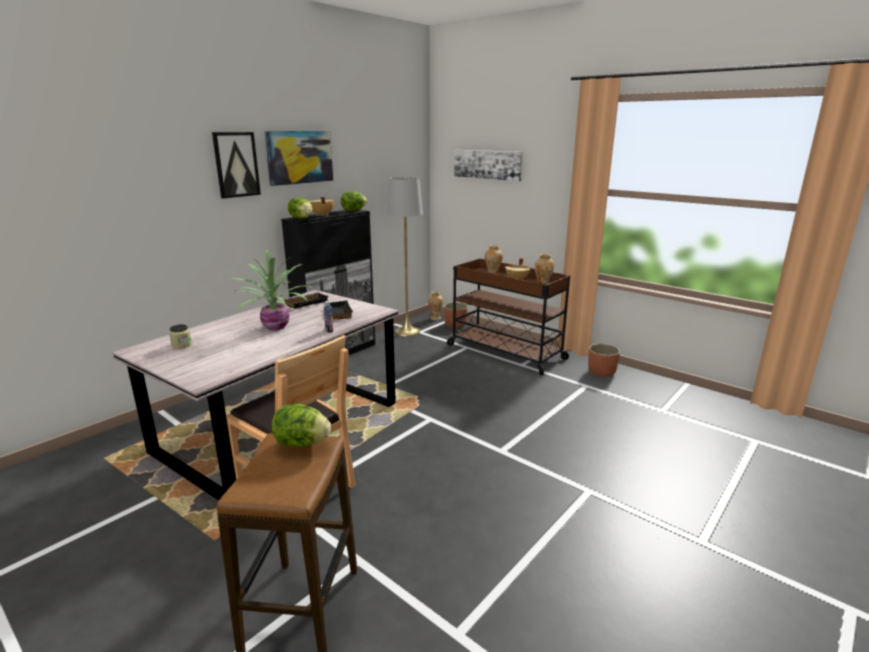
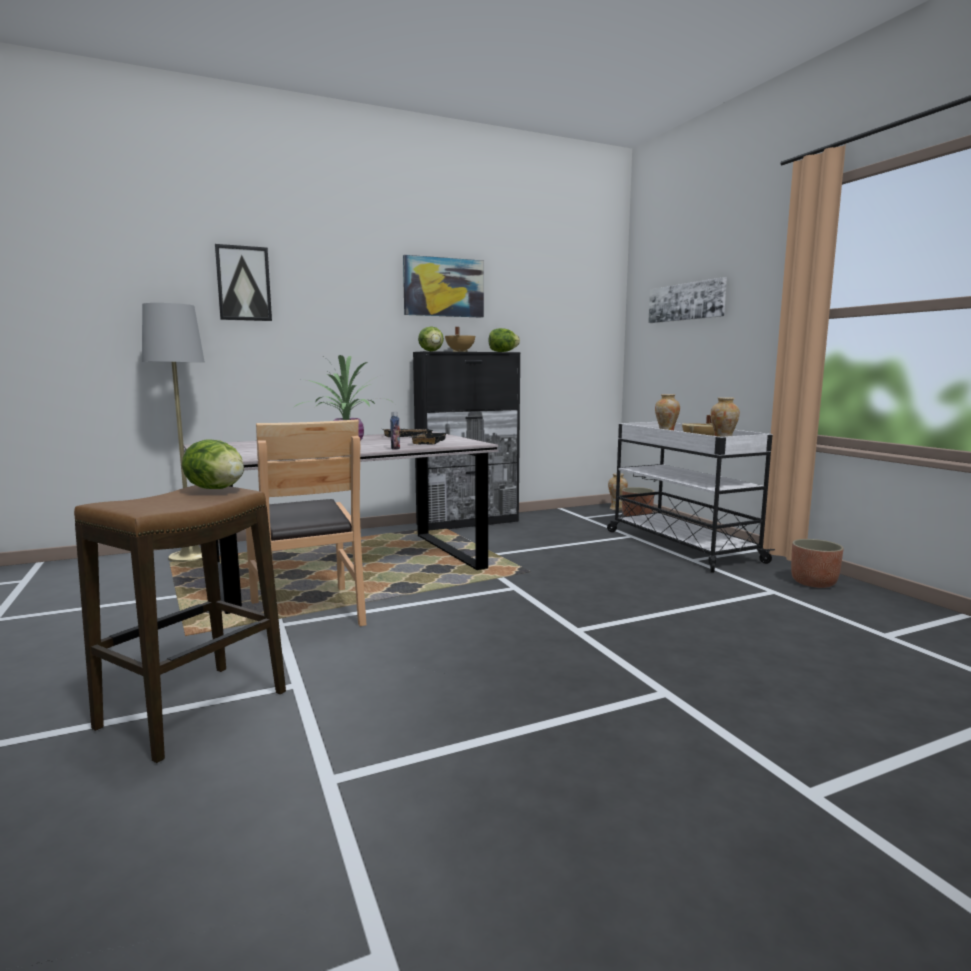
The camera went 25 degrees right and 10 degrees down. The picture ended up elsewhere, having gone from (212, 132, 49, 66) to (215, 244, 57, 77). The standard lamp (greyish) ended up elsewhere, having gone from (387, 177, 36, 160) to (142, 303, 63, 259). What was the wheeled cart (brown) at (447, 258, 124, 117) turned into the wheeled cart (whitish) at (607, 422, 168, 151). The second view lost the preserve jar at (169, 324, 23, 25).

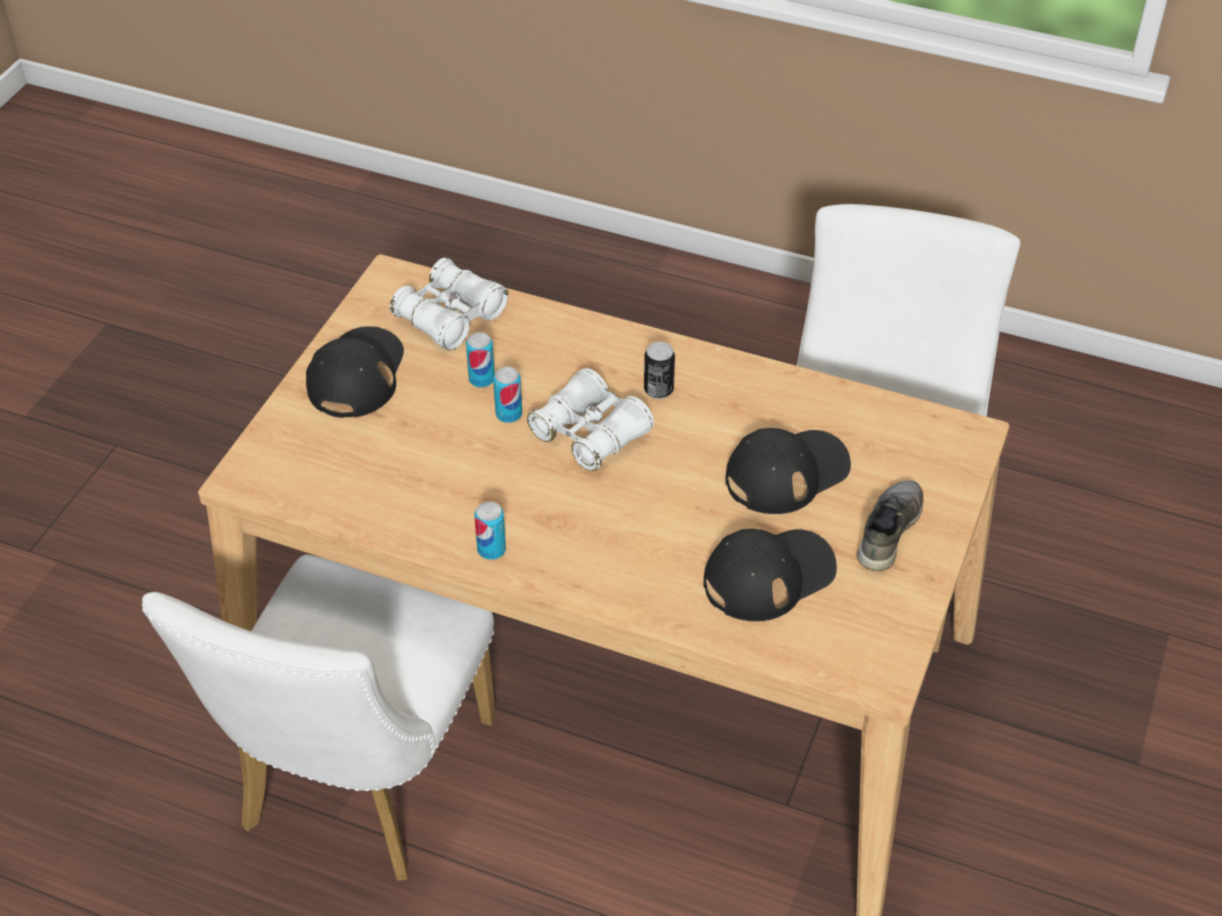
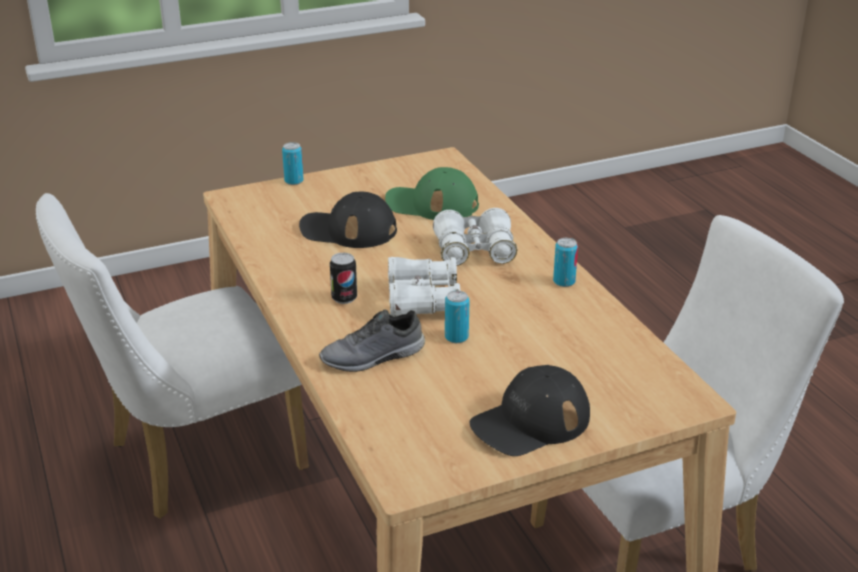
The camera went 135 degrees left and 15 degrees down. The field glasses (whitish) ended up elsewhere, having gone from (390, 257, 118, 93) to (433, 208, 84, 58). The sealed can ended up elsewhere, having gone from (466, 332, 29, 56) to (282, 142, 21, 43). The item of footwear (greyish) ended up elsewhere, having gone from (857, 480, 66, 91) to (319, 310, 106, 62). What was the baseball cap (black) at (704, 529, 133, 92) turned into the baseball cap (green-coloured) at (385, 167, 94, 53).

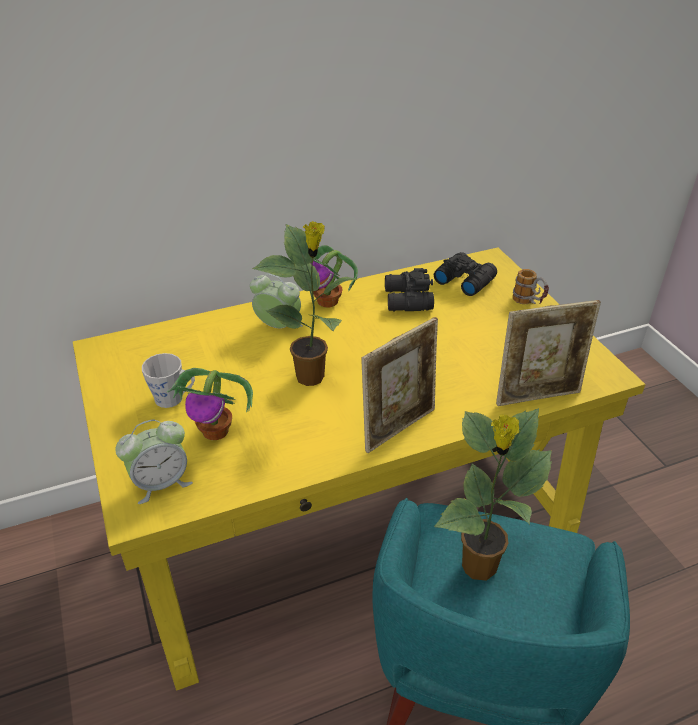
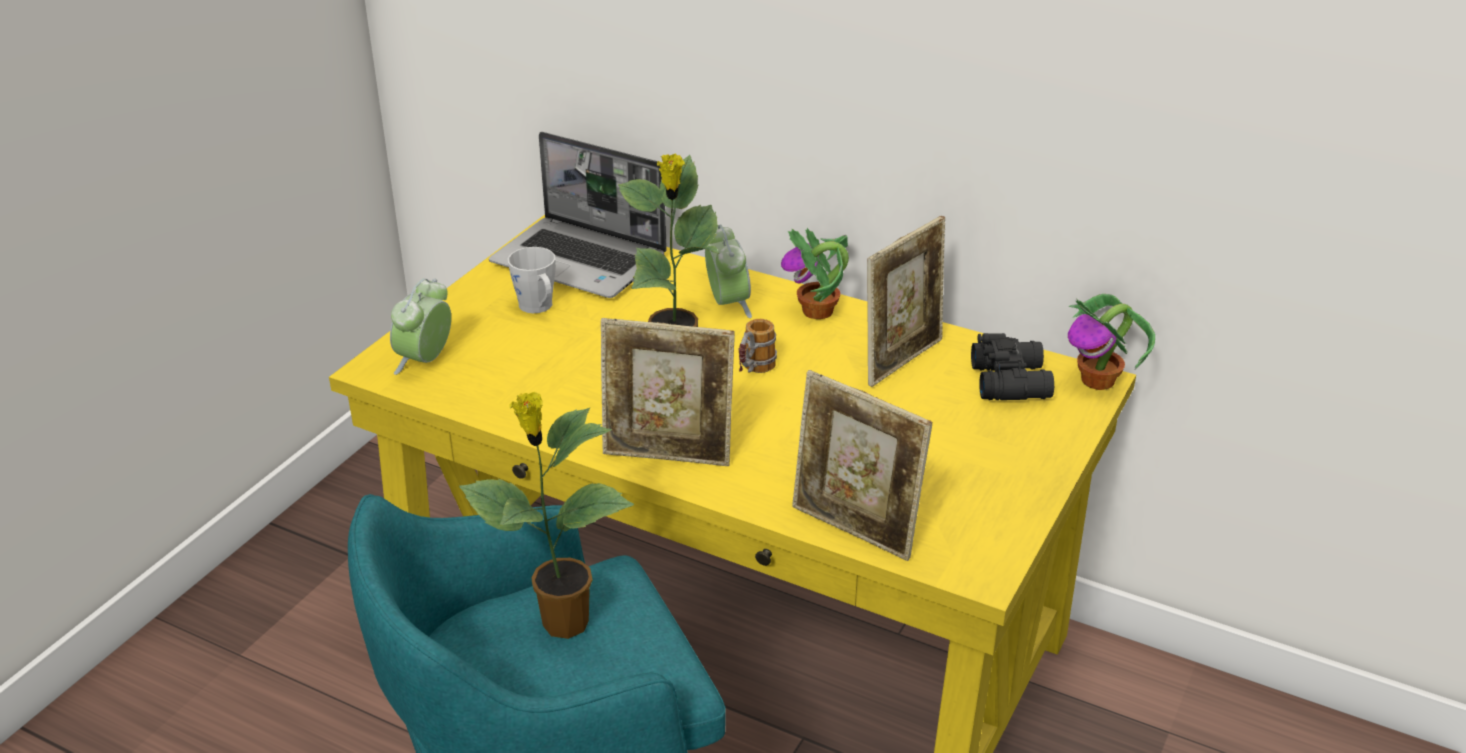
The camera went 50 degrees right and 5 degrees down. Where the field glasses (black) stood at (385, 268, 49, 43), the picture frame came to stand at (867, 216, 78, 171). The tea mug ended up elsewhere, having gone from (513, 269, 36, 35) to (738, 319, 39, 54). The houseplant ended up elsewhere, having gone from (167, 368, 86, 72) to (1068, 294, 87, 96). The bedside clock at (115, 420, 78, 84) ended up facing another way, 90 degrees clockwise from before. The second view gained the laptop at (489, 132, 178, 166).

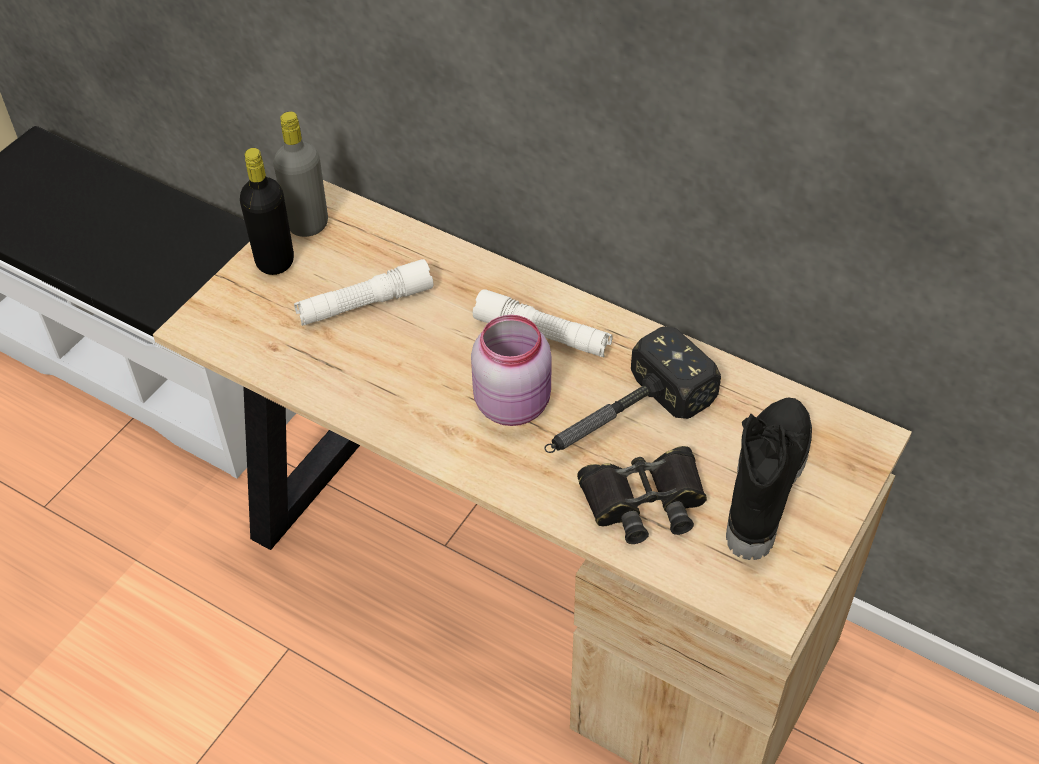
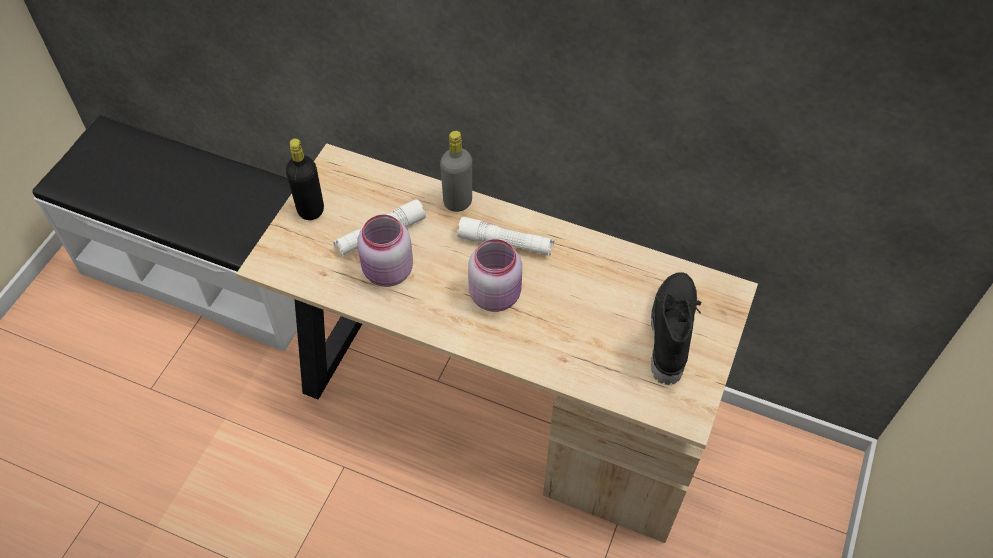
The camera went 10 degrees left and 5 degrees up. The beverage bottle (greyish) ended up elsewhere, having gone from (273, 112, 55, 125) to (440, 131, 32, 81). The second view lost the tool hammer at (544, 326, 177, 127). The second view lost the field glasses (black) at (577, 446, 130, 98). The second view gained the preserve jar (pink) at (357, 215, 56, 72).

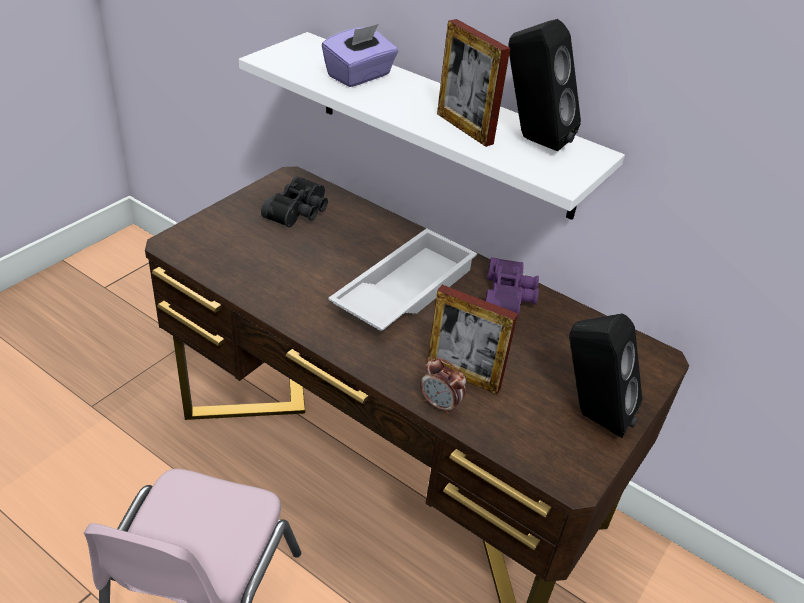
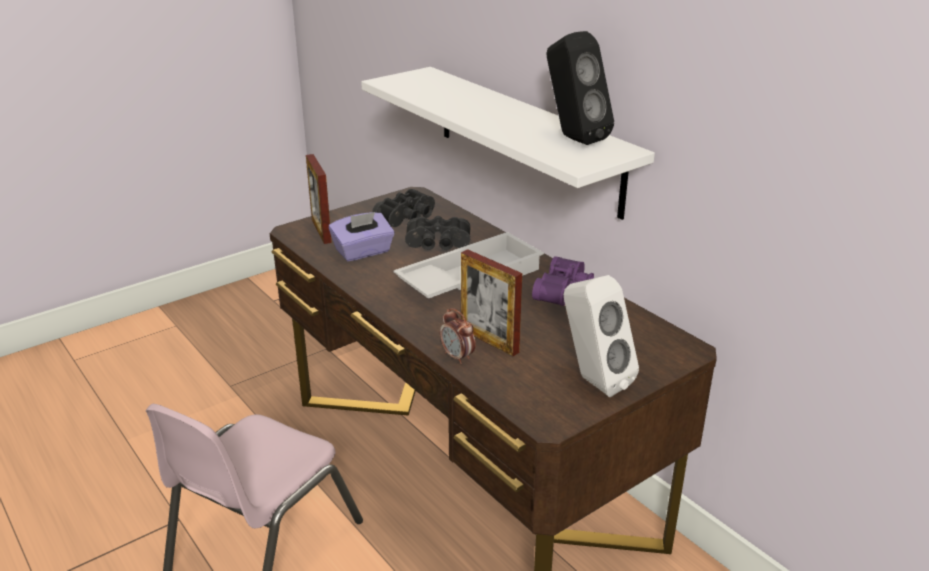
The camera went 20 degrees right and 10 degrees down. The picture frame ended up elsewhere, having gone from (437, 19, 73, 128) to (306, 154, 26, 90). The tissue box (purple-coloured) ended up elsewhere, having gone from (322, 24, 76, 63) to (329, 212, 66, 50). What was the audio speaker (black) at (569, 314, 73, 124) turned into the audio speaker (whitish) at (564, 275, 75, 122). The second view gained the field glasses (black) at (405, 216, 65, 34).

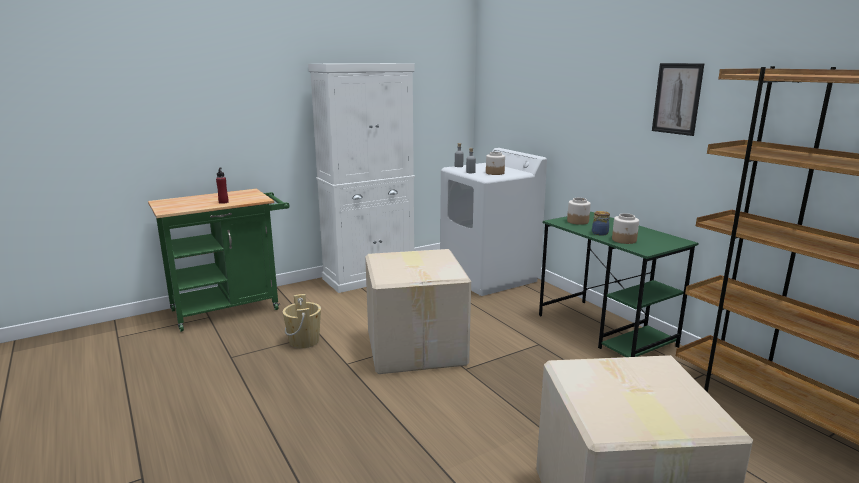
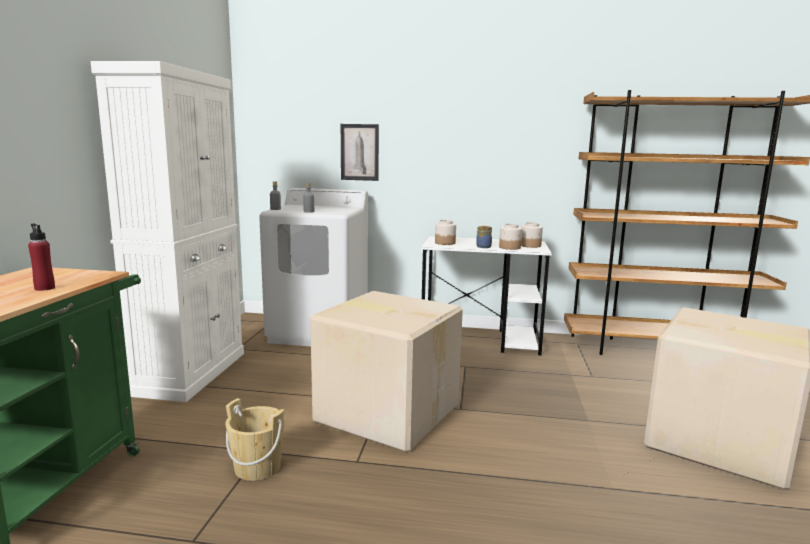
The camera went 50 degrees left and 5 degrees down. The picture ended up elsewhere, having gone from (652, 63, 53, 73) to (341, 124, 38, 57). The preserve jar ended up elsewhere, having gone from (486, 152, 19, 23) to (521, 222, 22, 26). What was the desk table (green-coloured) at (539, 212, 159, 145) turned into the desk table (whitish) at (421, 236, 131, 119).

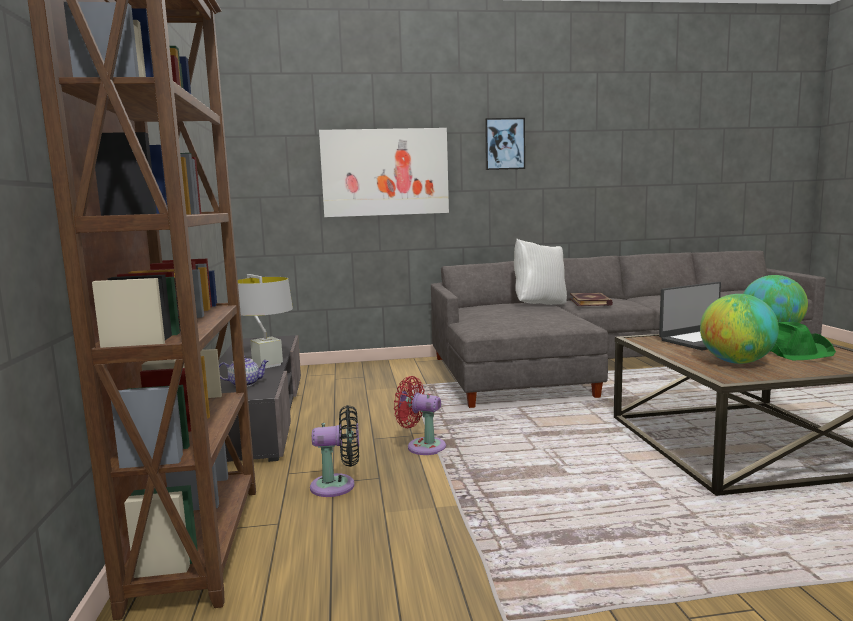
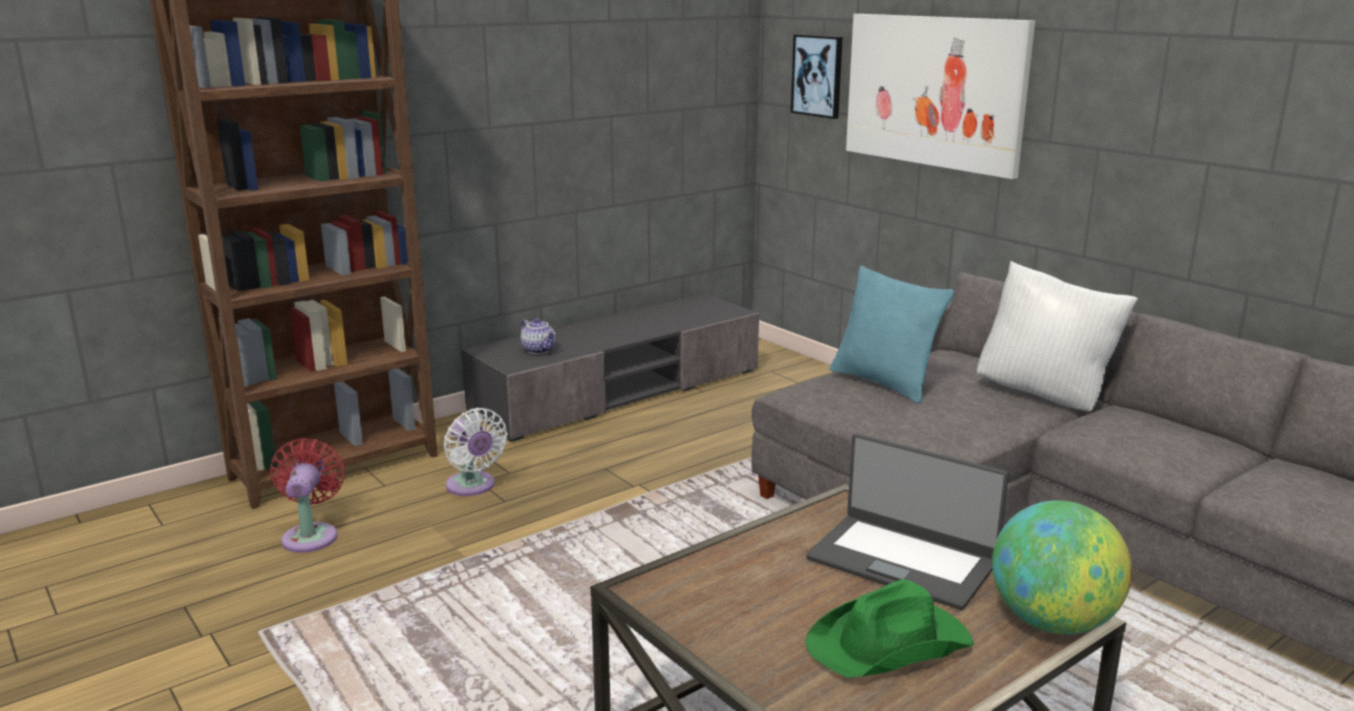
The camera went 60 degrees right and 10 degrees up. The picture ended up elsewhere, having gone from (485, 118, 40, 52) to (791, 34, 52, 85). The second view lost the tabletop lamp (greyish) at (238, 274, 55, 94). The second view lost the bound book at (570, 293, 43, 13). The second view lost the globe at (700, 294, 79, 70). The fan (red) ended up elsewhere, having gone from (394, 376, 52, 79) to (270, 438, 75, 115). What was the fan (black) at (310, 405, 49, 92) turned into the fan (whitish) at (444, 408, 63, 88). The second view gained the cushion (turquoise) at (830, 266, 124, 138).

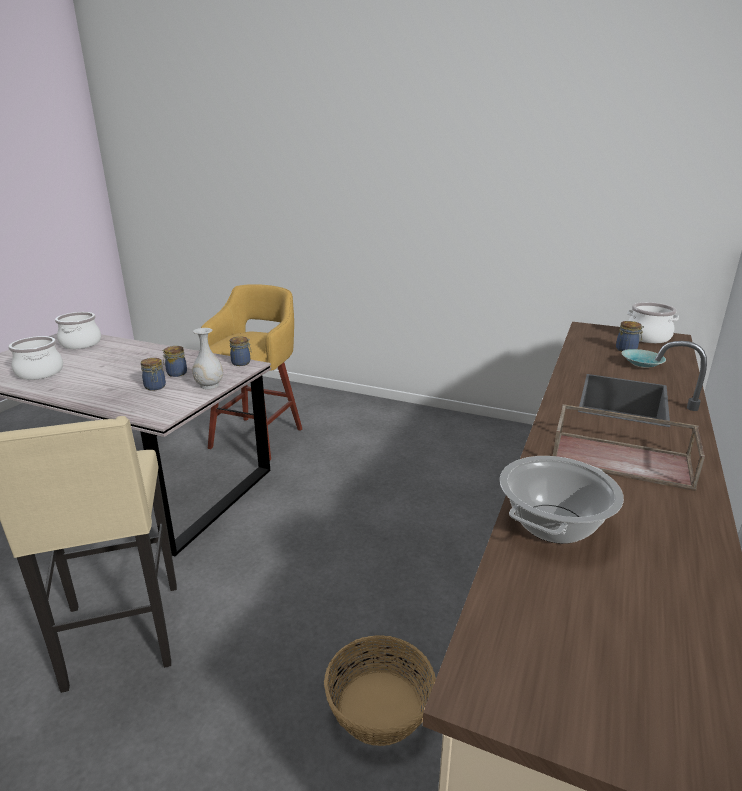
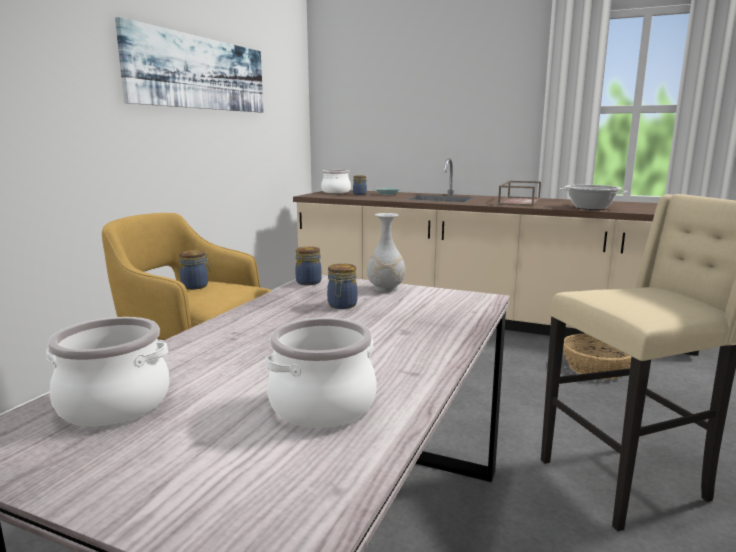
The camera went 90 degrees left and 10 degrees down. The preserve jar ended up elsewhere, having gone from (141, 358, 25, 33) to (179, 250, 31, 40). The second view gained the picture at (115, 17, 149, 95).

